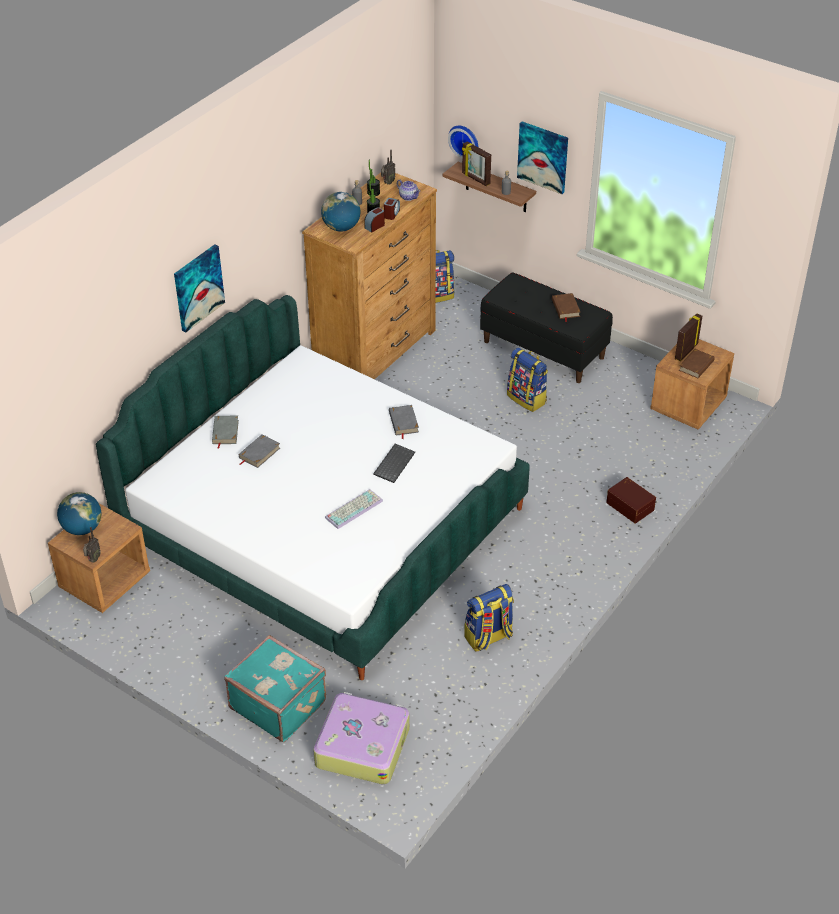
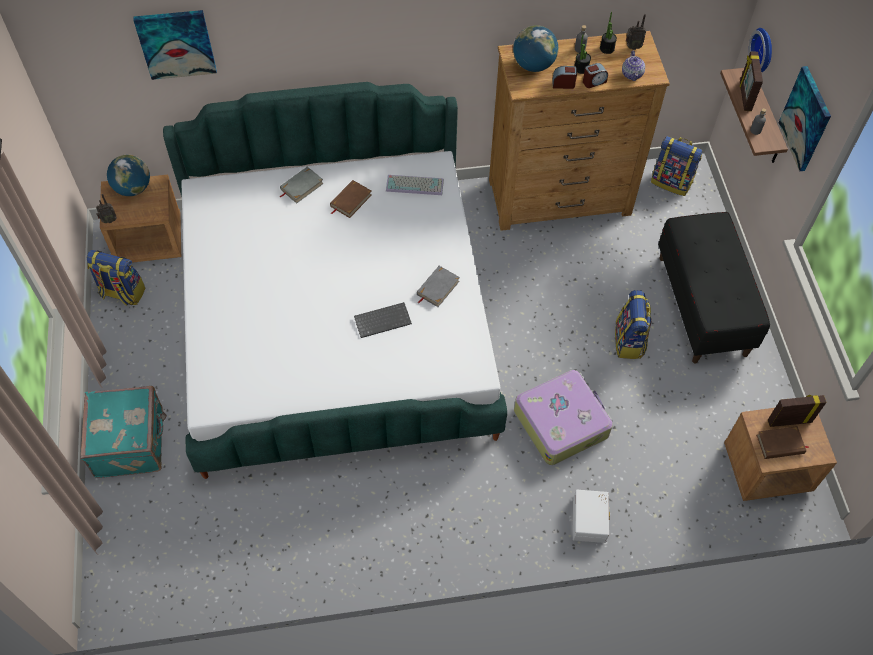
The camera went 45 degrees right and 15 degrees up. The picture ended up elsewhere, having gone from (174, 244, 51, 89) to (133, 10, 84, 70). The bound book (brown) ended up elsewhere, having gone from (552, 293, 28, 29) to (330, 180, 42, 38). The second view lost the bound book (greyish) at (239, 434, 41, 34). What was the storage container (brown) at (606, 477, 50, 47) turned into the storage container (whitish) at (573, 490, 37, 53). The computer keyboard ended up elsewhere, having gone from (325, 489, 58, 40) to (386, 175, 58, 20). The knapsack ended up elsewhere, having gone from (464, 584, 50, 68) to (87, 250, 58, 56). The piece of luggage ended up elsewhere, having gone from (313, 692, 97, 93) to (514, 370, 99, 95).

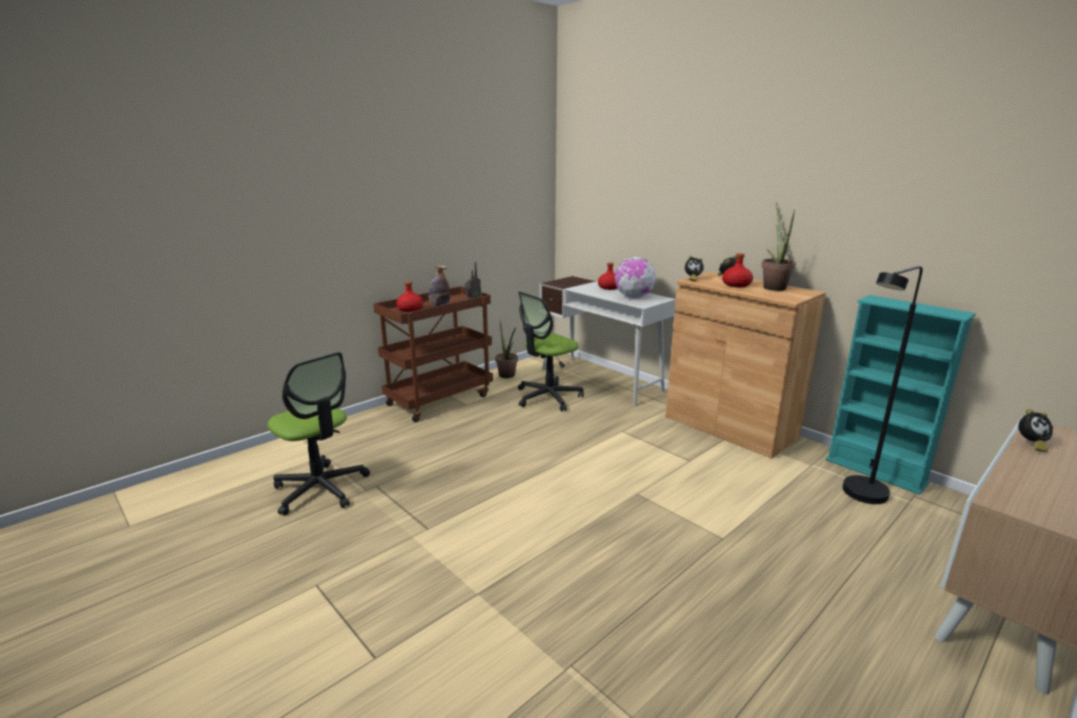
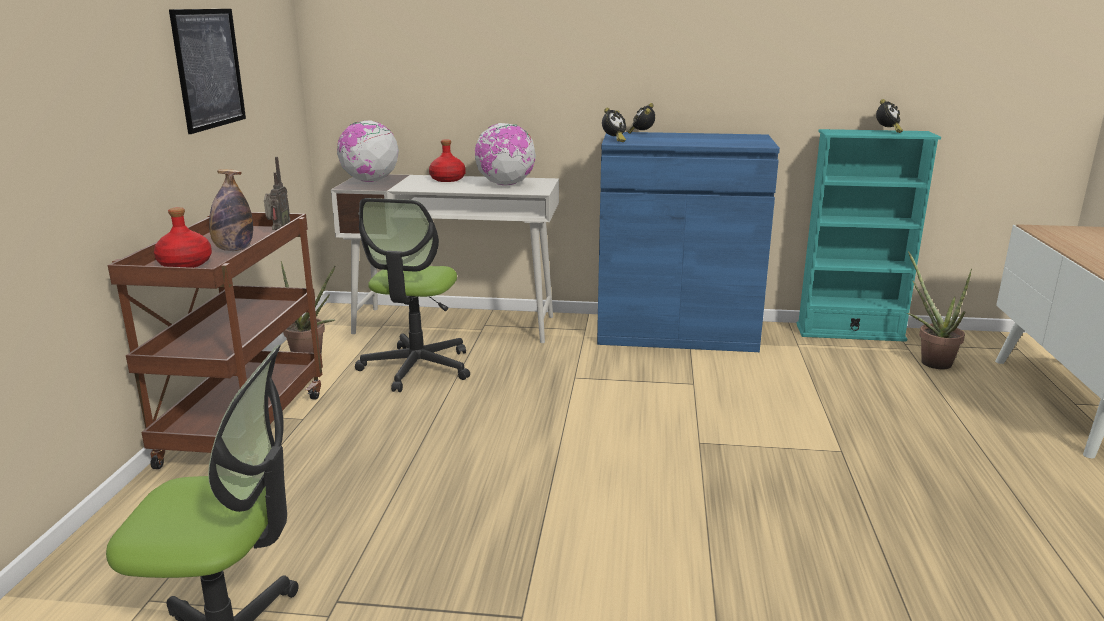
The camera went 40 degrees left and 0 degrees up. The houseplant ended up elsewhere, having gone from (762, 202, 33, 89) to (907, 251, 65, 118). The second view lost the beverage bottle (red) at (722, 253, 31, 35). The second view lost the standard lamp (black) at (842, 266, 81, 238). What was the cabinet (brown) at (666, 272, 160, 187) turned into the cabinet (bluish) at (597, 132, 183, 220). The bedside clock ended up elsewhere, having gone from (1018, 409, 35, 43) to (876, 99, 27, 34). The second view gained the picture at (169, 9, 77, 125). The second view gained the globe at (337, 120, 62, 62).

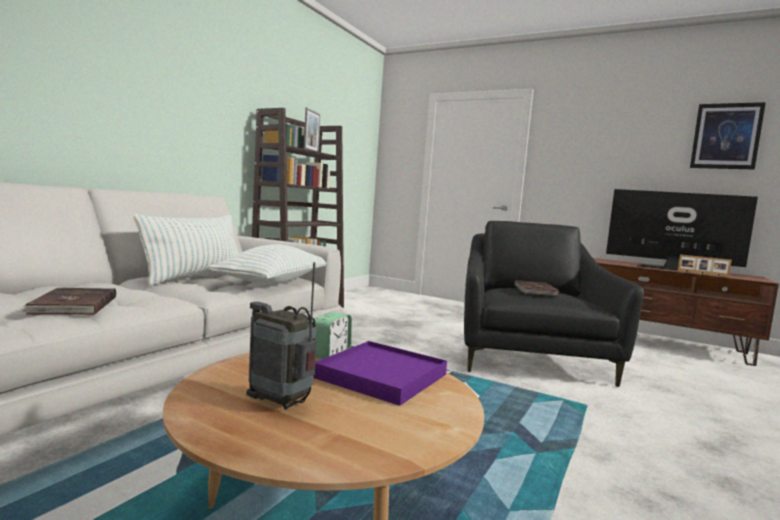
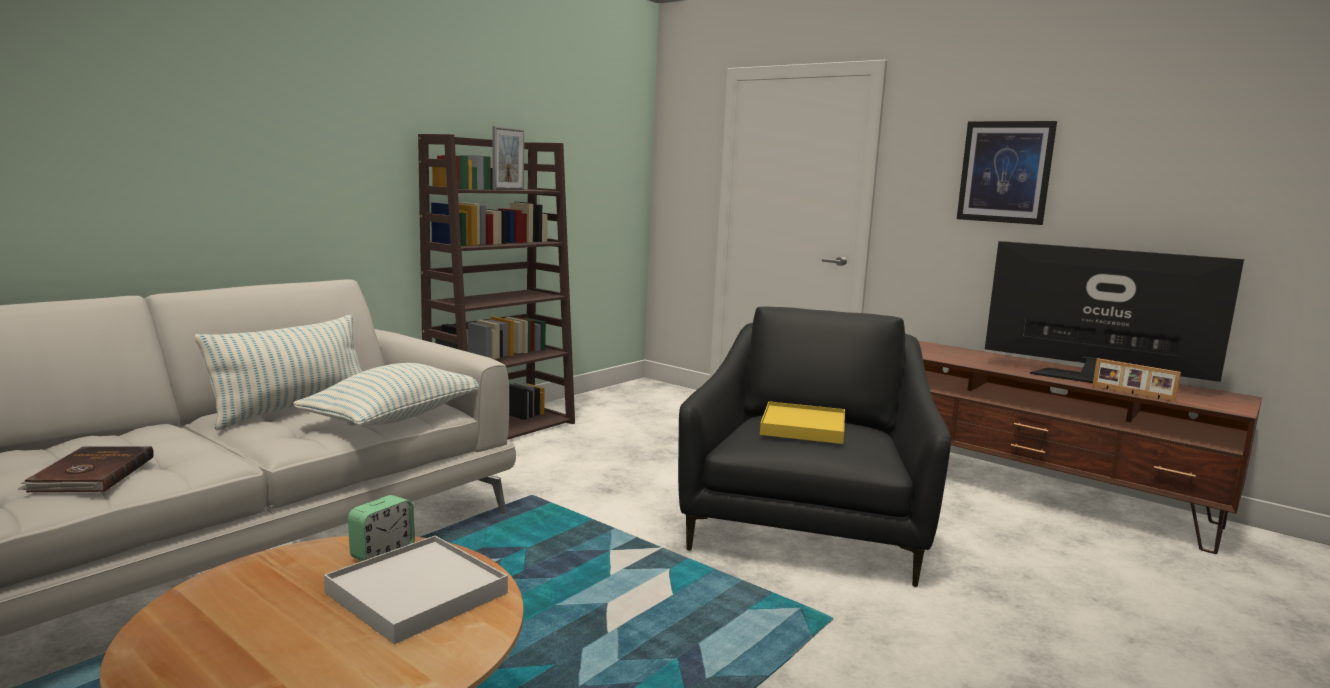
The camera went 10 degrees right and 5 degrees up. The picture ended up elsewhere, having gone from (690, 102, 76, 68) to (957, 121, 100, 104). The second view lost the radio receiver at (247, 262, 70, 148). Where the bound book (brown) stood at (514, 280, 45, 16), the tray (yellow) came to stand at (760, 401, 85, 43). What was the tray (purple-coloured) at (314, 341, 133, 65) turned into the tray (whitish) at (324, 536, 184, 108).

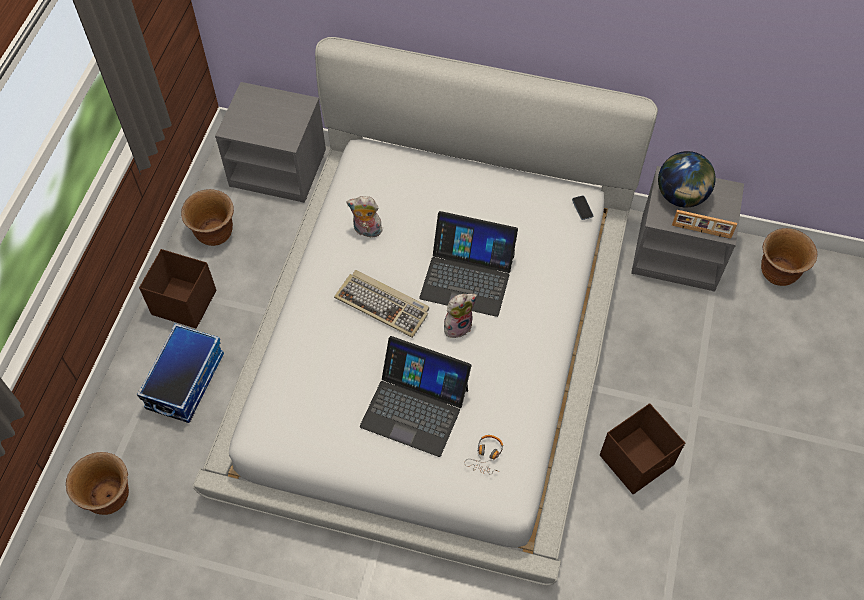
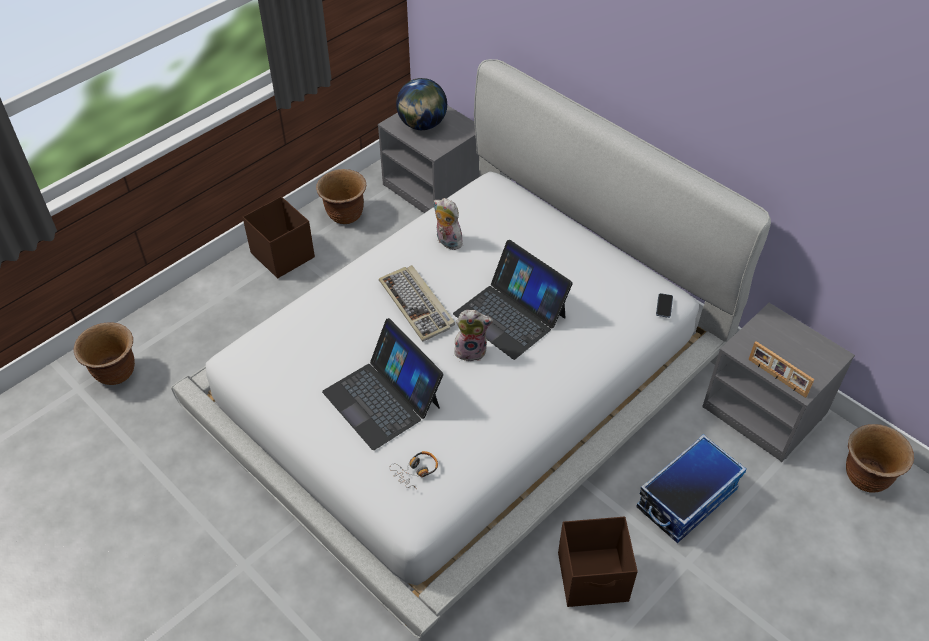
The camera went 30 degrees right and 10 degrees down. The globe ended up elsewhere, having gone from (658, 151, 58, 56) to (396, 78, 51, 52). The storage container ended up elsewhere, having gone from (137, 323, 87, 100) to (636, 434, 111, 109).

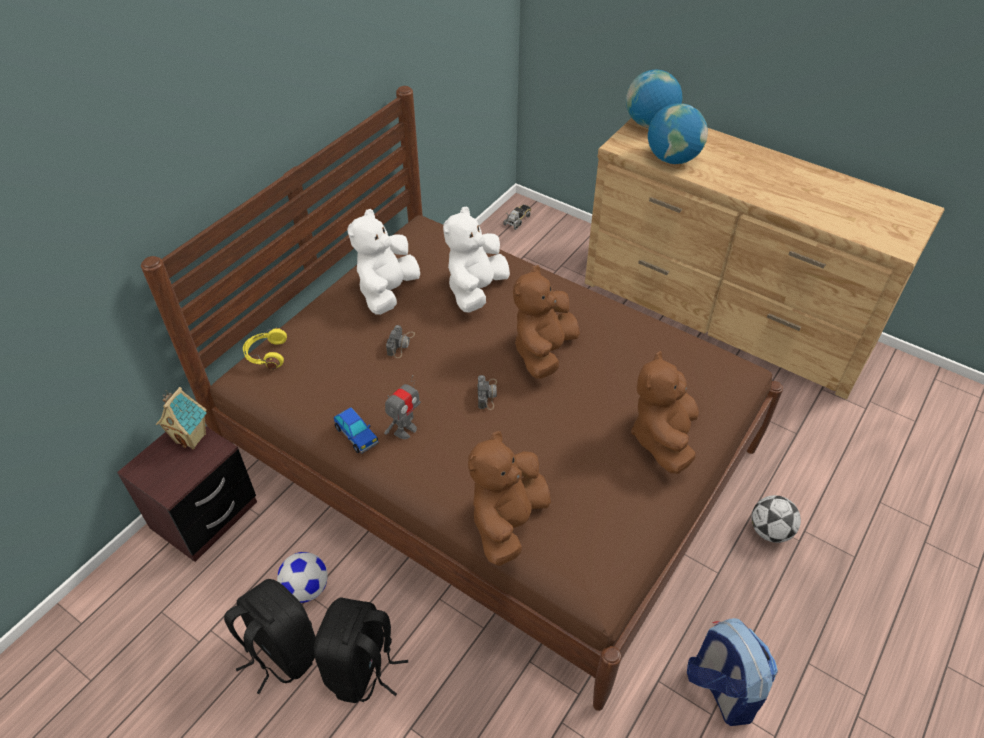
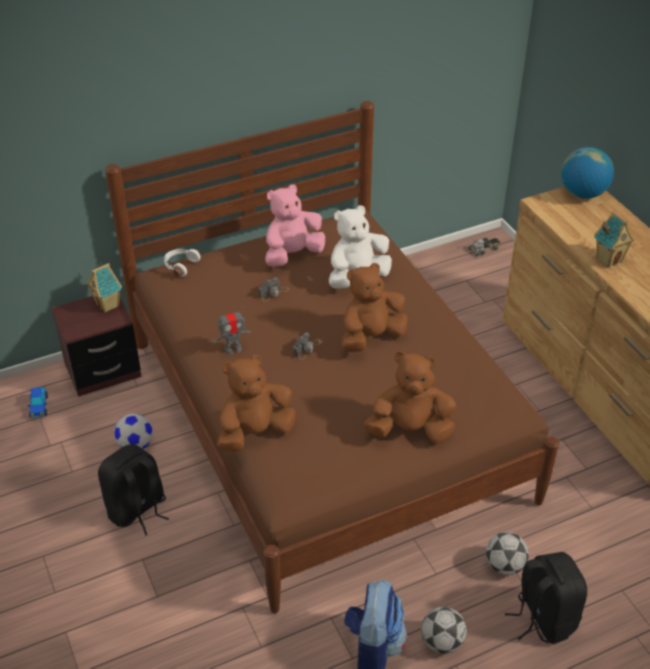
The camera went 30 degrees right and 5 degrees down. The second view lost the globe at (648, 103, 60, 61). What was the cuddly toy (whitish) at (347, 209, 73, 106) turned into the cuddly toy (pink) at (265, 184, 60, 83). What was the headset (yellow) at (243, 328, 44, 41) turned into the headset (whitish) at (164, 249, 37, 28). The cuddly toy (brown) at (631, 351, 68, 123) ended up facing another way, 45 degrees clockwise from before. The toy car ended up elsewhere, having gone from (334, 407, 45, 47) to (28, 387, 20, 32). The knapsack (black) ended up elsewhere, having gone from (224, 579, 92, 115) to (505, 552, 82, 92). The second view gained the toy house at (594, 211, 41, 57). The second view gained the football at (421, 607, 46, 47).

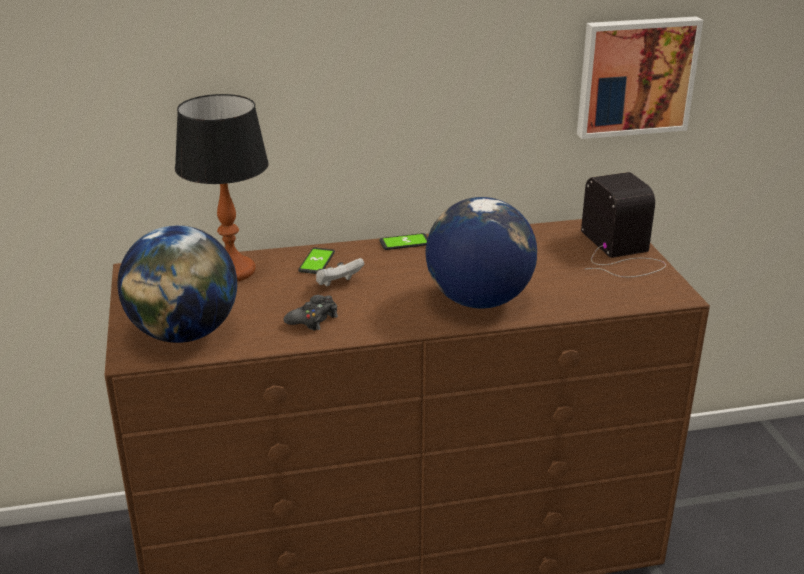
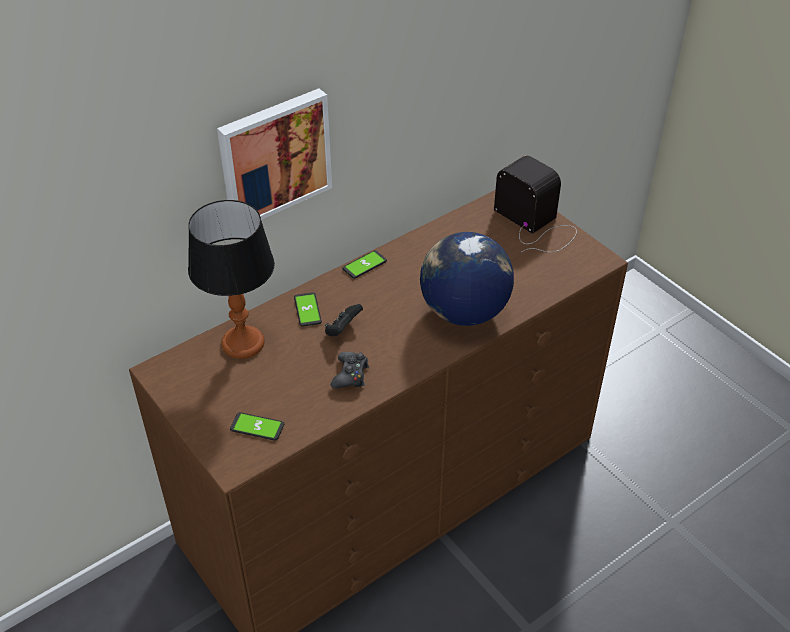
The camera went 25 degrees left and 15 degrees up. The picture ended up elsewhere, having gone from (577, 16, 126, 123) to (217, 88, 115, 132). Where the globe stood at (118, 225, 119, 118), the telephone came to stand at (230, 412, 54, 29). What was the game controller (whitish) at (316, 258, 48, 29) turned into the game controller (black) at (324, 304, 39, 32).

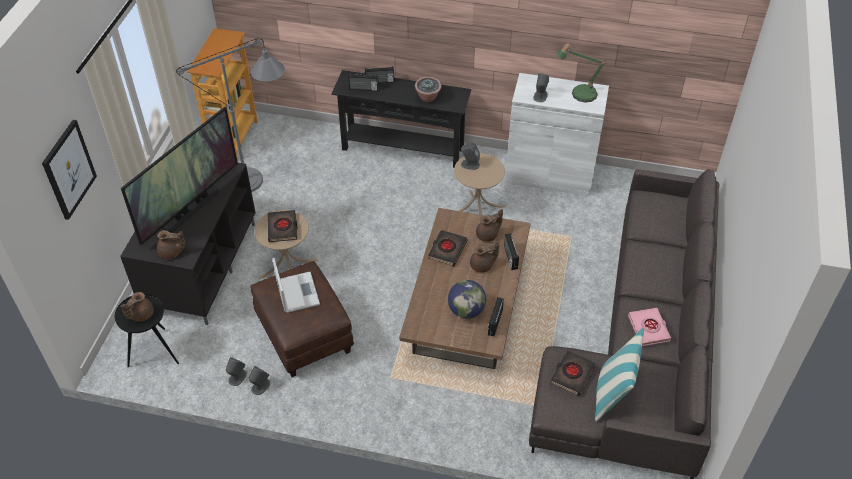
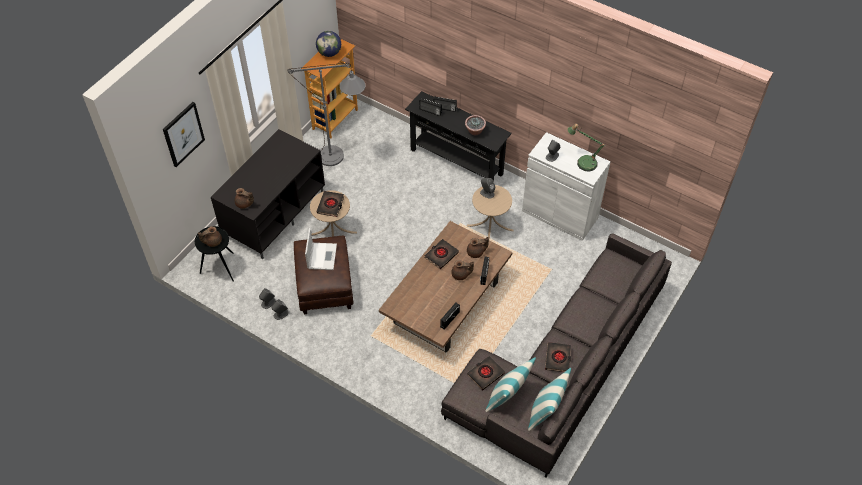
The camera went 20 degrees right and 5 degrees up. The second view lost the TV set at (121, 107, 117, 138). The globe ended up elsewhere, having gone from (448, 280, 38, 39) to (316, 31, 25, 26). What was the bound book (pink) at (628, 308, 43, 38) turned into the bound book (black) at (545, 342, 26, 30). The second view gained the cushion at (528, 368, 43, 63).

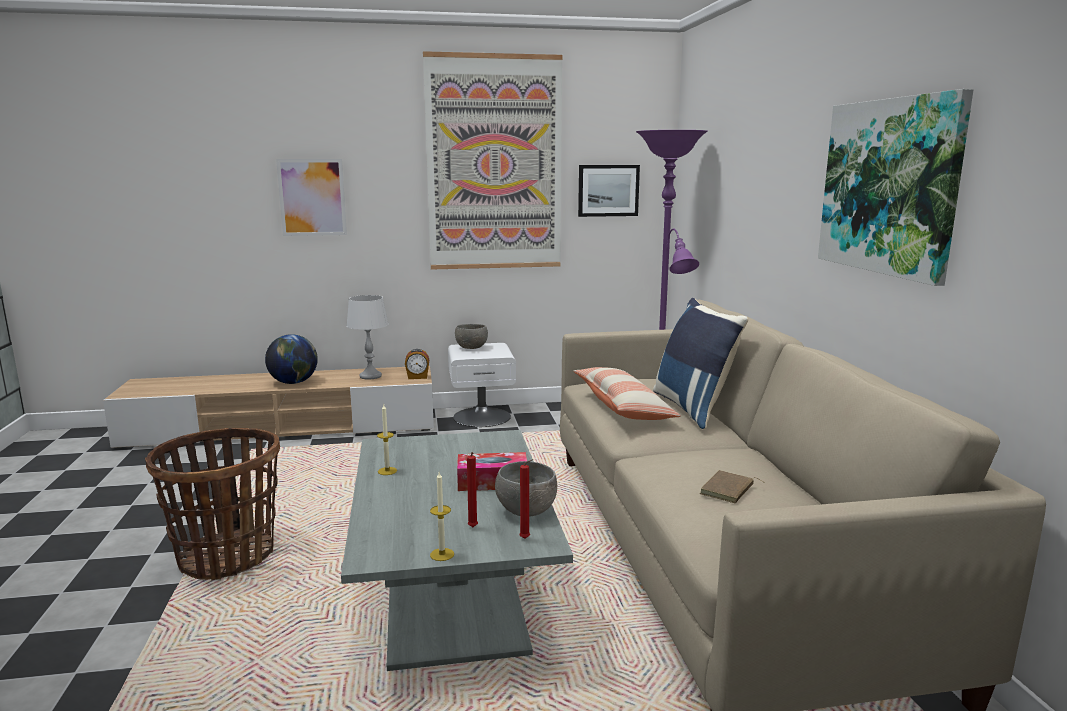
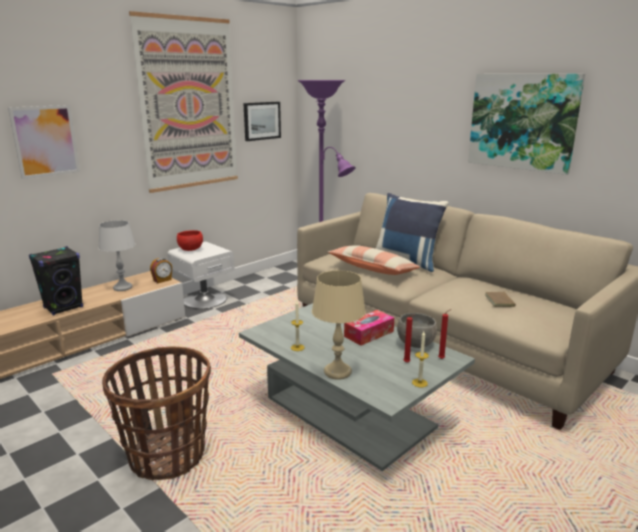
The camera went 35 degrees left and 5 degrees up. What was the bowl (greyish) at (455, 324, 33, 25) turned into the bowl (red) at (177, 230, 26, 21). Where the globe stood at (265, 334, 53, 50), the audio speaker (black) came to stand at (29, 246, 54, 70). The second view gained the tabletop lamp (sand-coloured) at (312, 270, 54, 110).

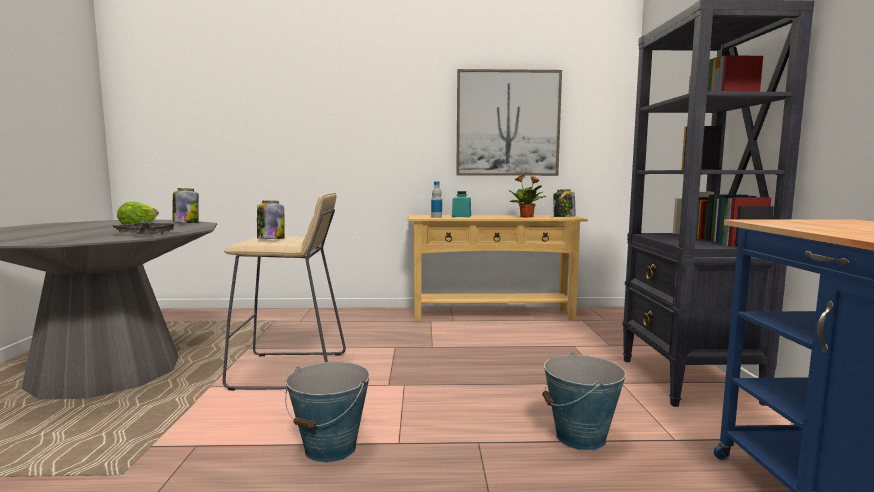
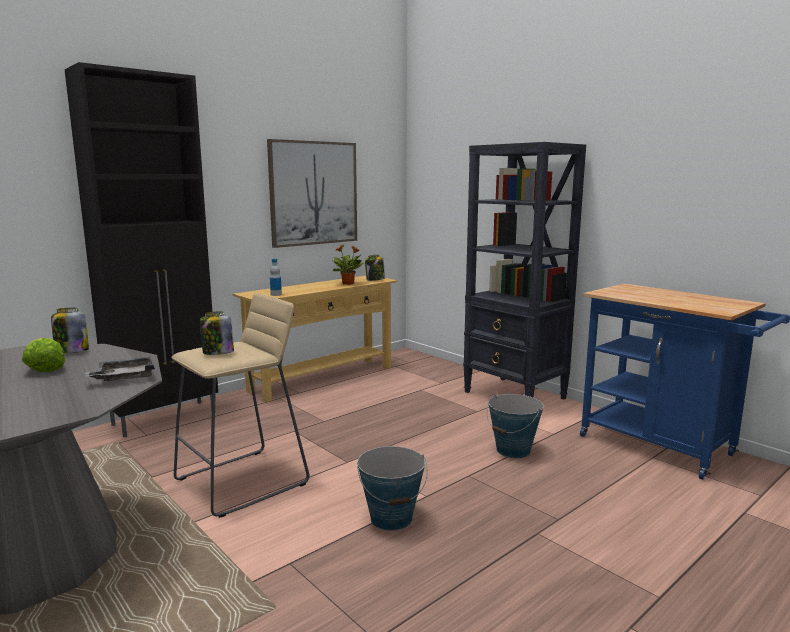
The camera went 40 degrees left and 5 degrees up. The second view lost the preserve jar (turquoise) at (452, 191, 19, 26). The second view gained the cabinet (black) at (65, 62, 153, 375).

